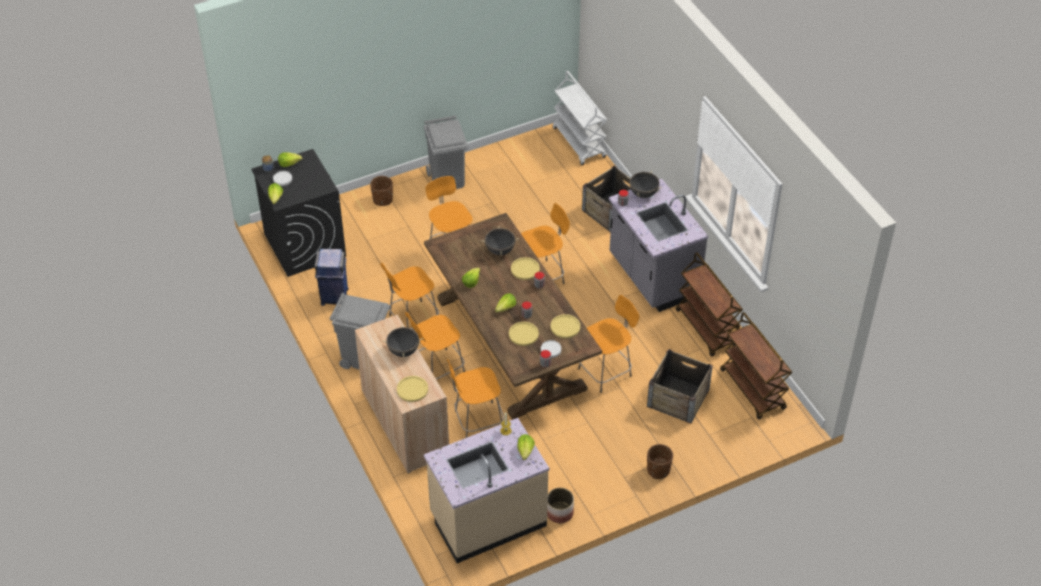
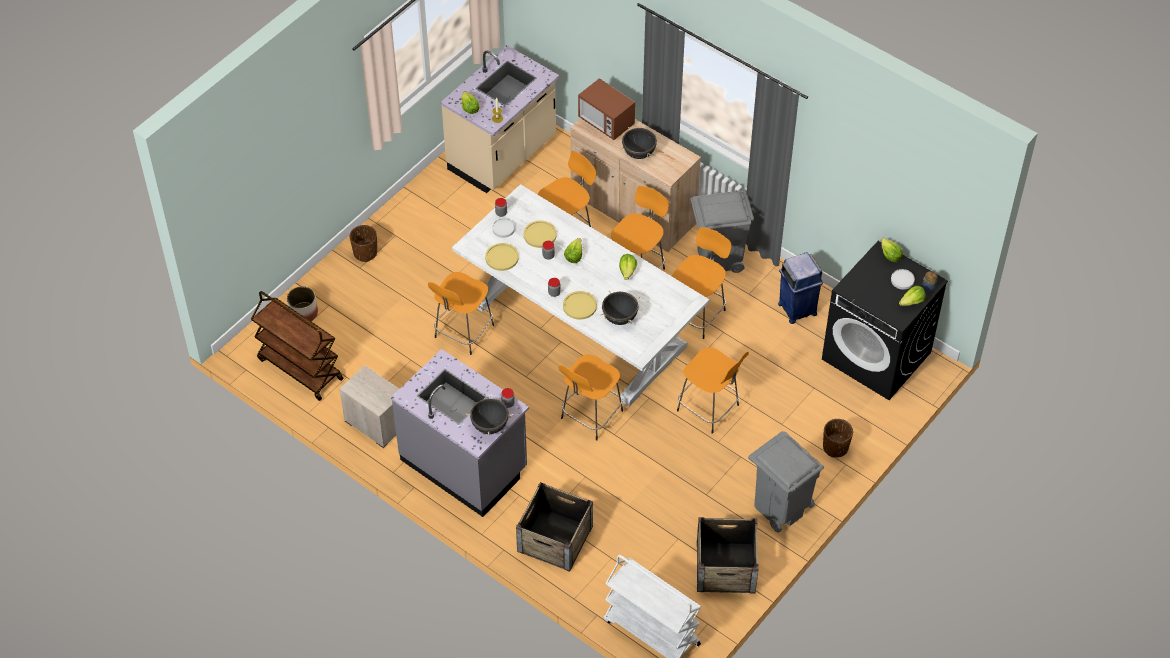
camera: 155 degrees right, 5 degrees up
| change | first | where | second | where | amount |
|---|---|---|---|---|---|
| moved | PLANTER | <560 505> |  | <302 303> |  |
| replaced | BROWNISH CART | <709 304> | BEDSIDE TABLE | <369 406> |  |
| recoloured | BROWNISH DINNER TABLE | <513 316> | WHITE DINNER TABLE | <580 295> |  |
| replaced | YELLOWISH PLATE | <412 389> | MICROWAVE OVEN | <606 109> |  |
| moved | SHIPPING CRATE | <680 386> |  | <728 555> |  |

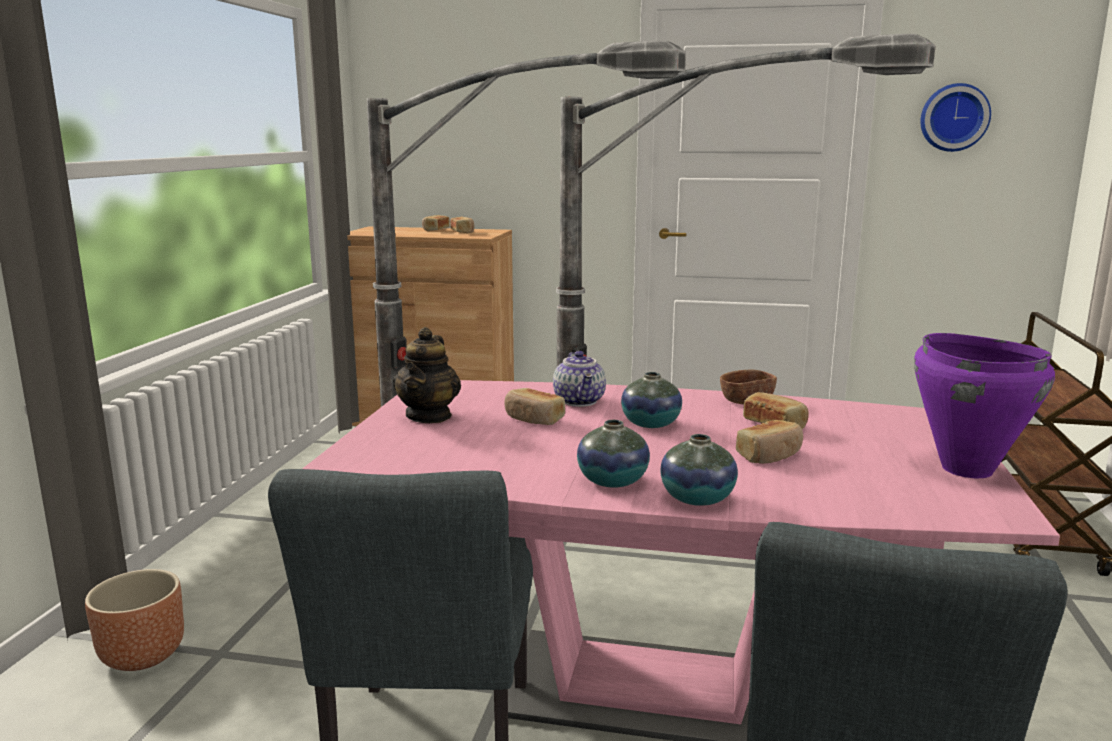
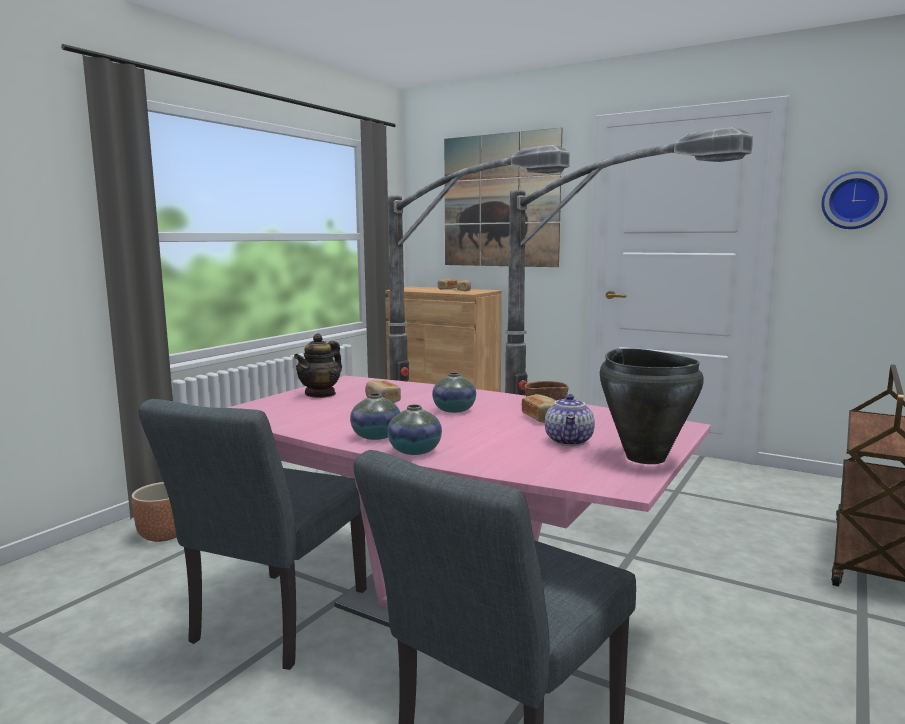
camera: 20 degrees right, 5 degrees down
| change | first | where | second | where | amount |
|---|---|---|---|---|---|
| added |  |  | WALL ART | <503 197> |  |
| moved | TEA POT | <579 379> |  | <570 420> |  |
| recoloured | PURPLE-COLOURED SAUCEPOT | <984 405> | BLACK SAUCEPOT | <652 406> |  |
| removed | BREAD | <769 442> |  |  |  |

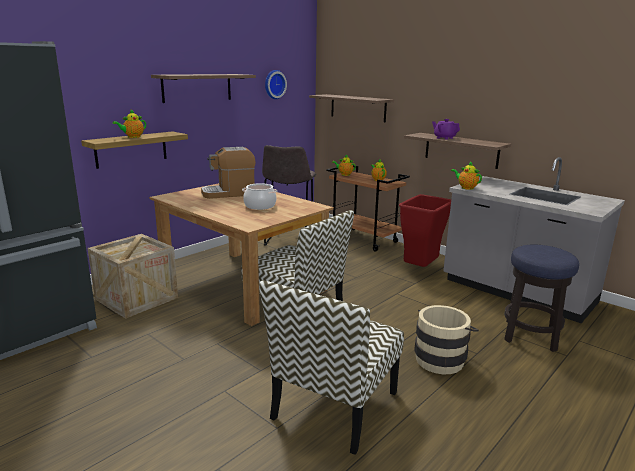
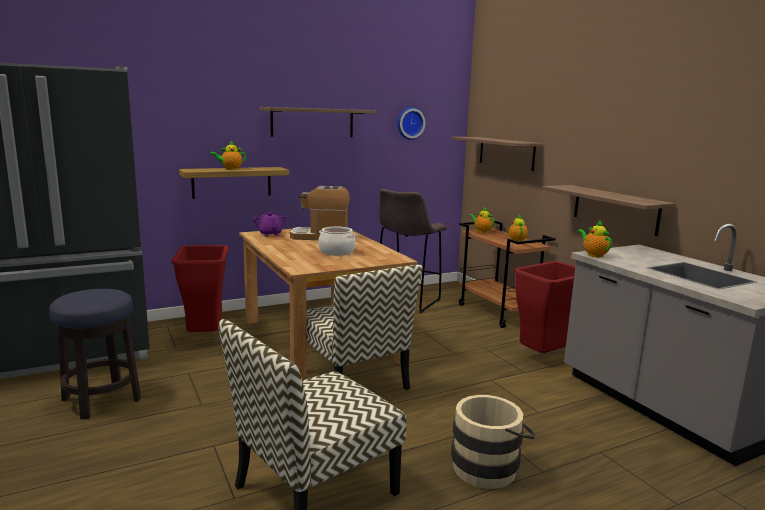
camera: 20 degrees right, 5 degrees down
| change | first | where | second | where | amount |
|---|---|---|---|---|---|
| moved | SITTING STOOL | <541 298> |  | <95 354> |  |
| replaced | SHIPPING CRATE | <132 276> | RED-COLOURED WASTE BIN | <200 288> |  |
| moved | PURPLE-COLOURED TEA POT | <446 129> |  | <269 224> |  |

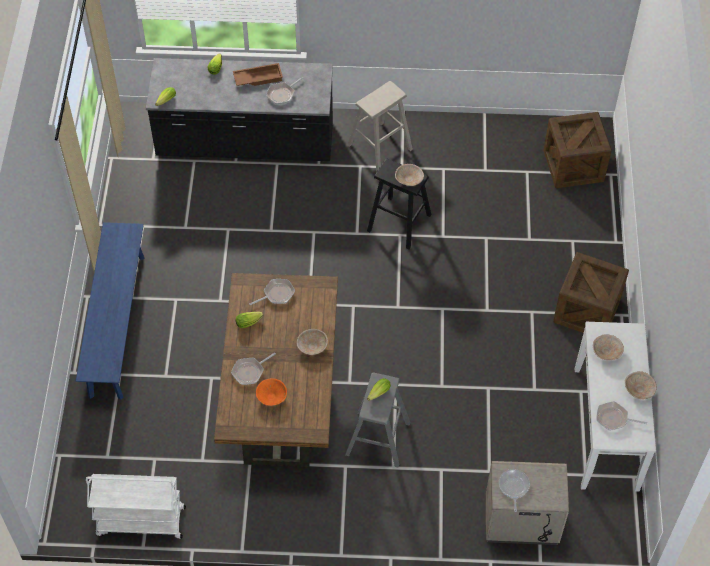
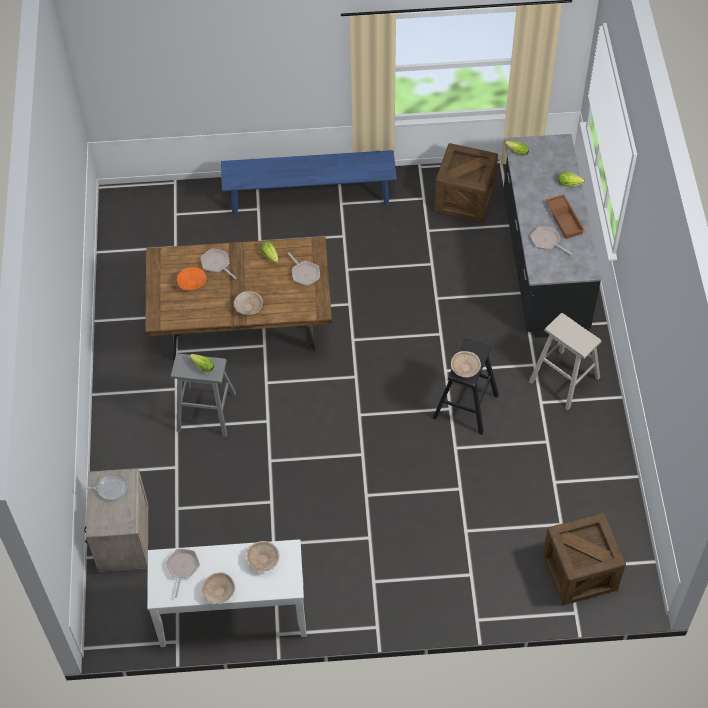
camera: 85 degrees right, 0 degrees up
| change | first | where | second | where | amount |
|---|---|---|---|---|---|
| moved | SHIPPING CRATE | <591 292> |  | <466 183> |  |
| removed | WHITE CART | <136 506> |  |  |  |

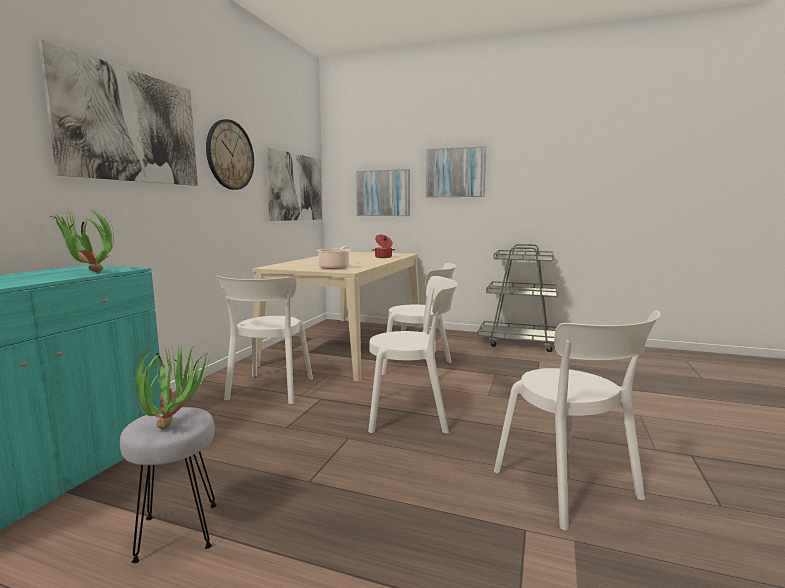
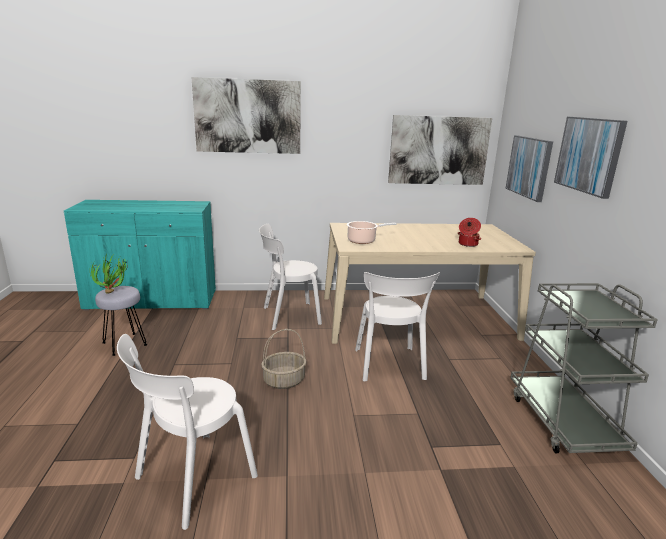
camera: 65 degrees right, 10 degrees up
| change | first | where | second | where | amount |
|---|---|---|---|---|---|
| replaced | WHITE PLAIN CHAIR | <413 355> | STORAGE BASKET | <284 359> |  |
| removed | PLANT IN A POT | <82 240> |  |  |  |
| removed | WALL CLOCK | <230 154> |  |  |  |

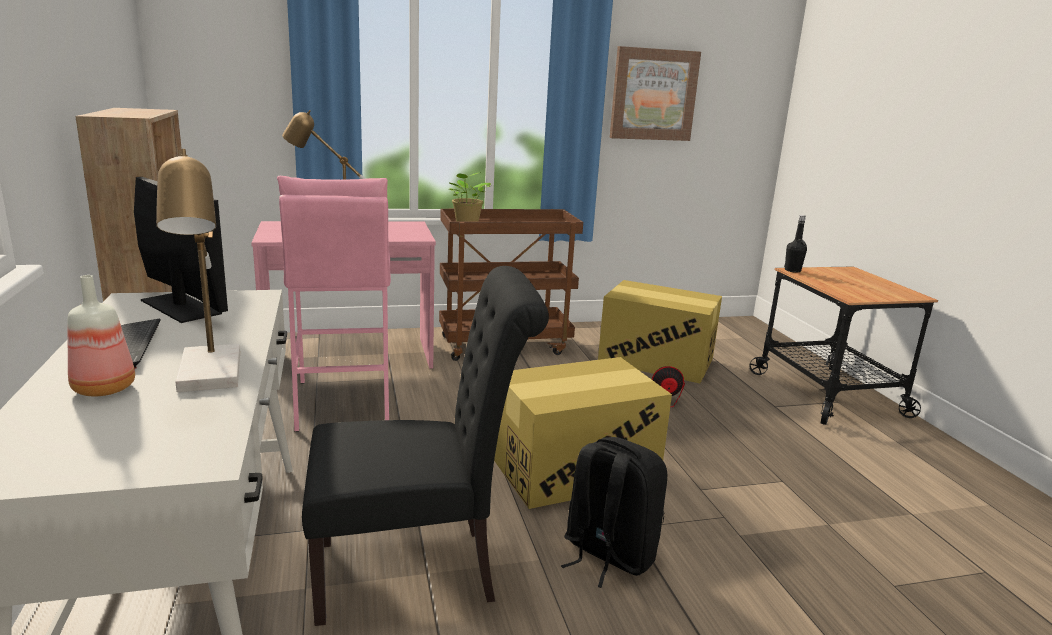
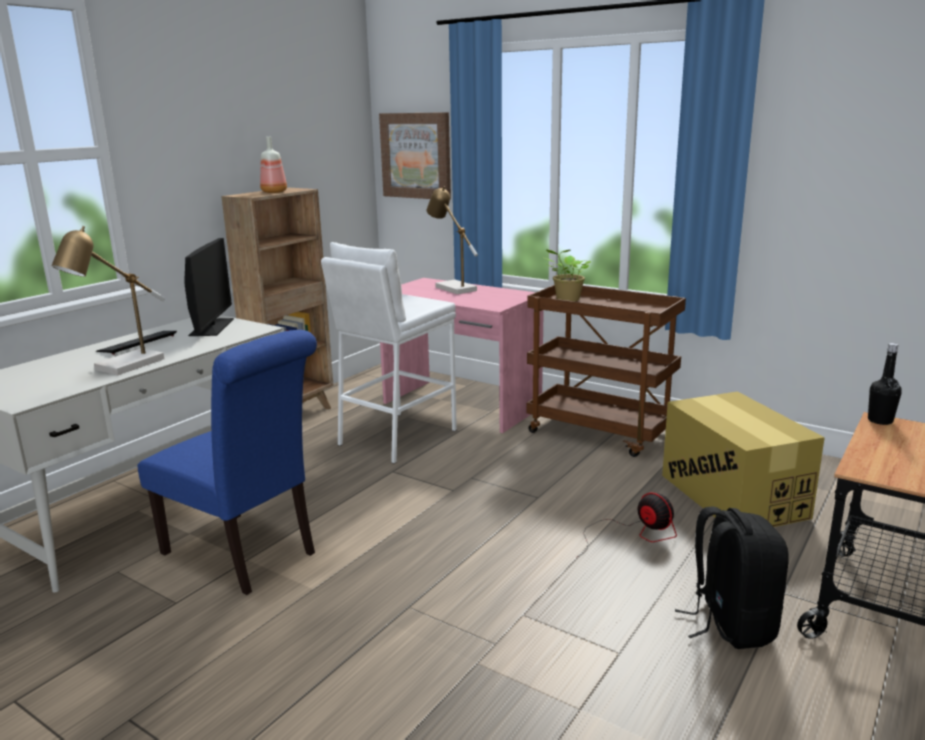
camera: 50 degrees right, 0 degrees up
| change | first | where | second | where | amount |
|---|---|---|---|---|---|
| recoloured | BLACK PLAIN CHAIR | <425 446> | BLUE-COLOURED PLAIN CHAIR | <227 462> |  |
| moved | BEVERAGE BOTTLE | <101 335> |  | <273 165> |  |
| recoloured | PINK SITTING STOOL | <334 304> | WHITE SITTING STOOL | <389 353> |  |
| moved | WALL ART | <655 93> |  | <415 156> |  |
| moved | BLACK BACKPACK | <614 512> |  | <732 578> |  |
| removed | CARDBOARD BOX | <583 433> |  |  |  |

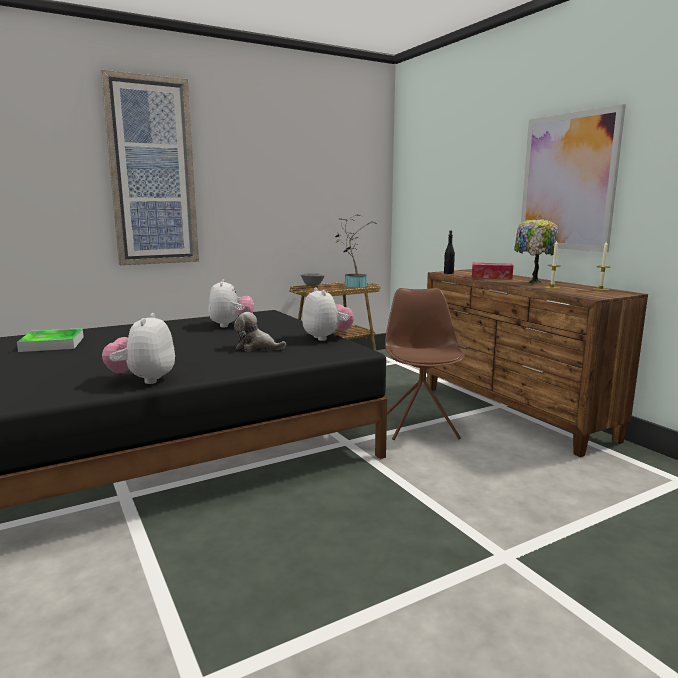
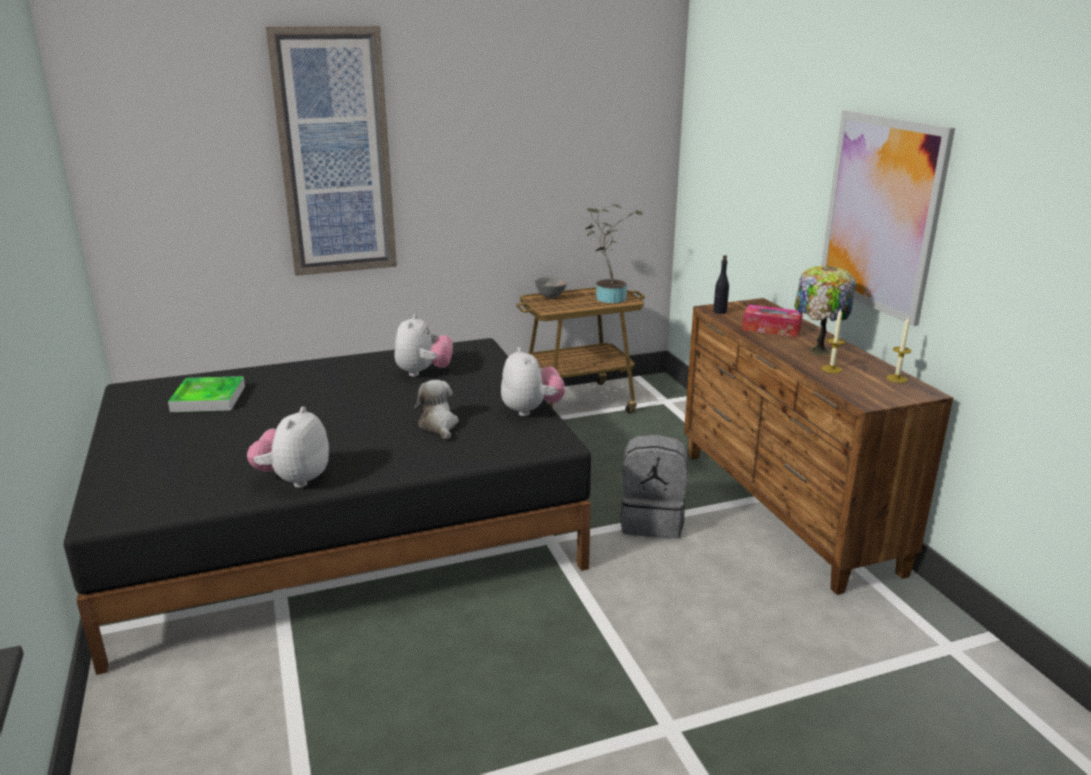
camera: 10 degrees right, 10 degrees up
| change | first | where | second | where | amount |
|---|---|---|---|---|---|
| turned | CUDDLY TOY | <260 331> |  | <436 410> | 45 degrees clockwise |
| replaced | BROWNISH PLAIN CHAIR | <425 364> | GREY BACKPACK | <653 486> |  |

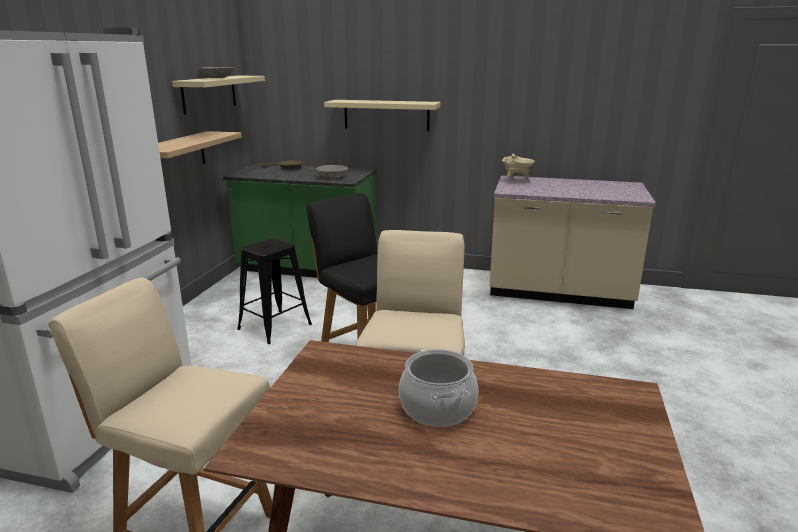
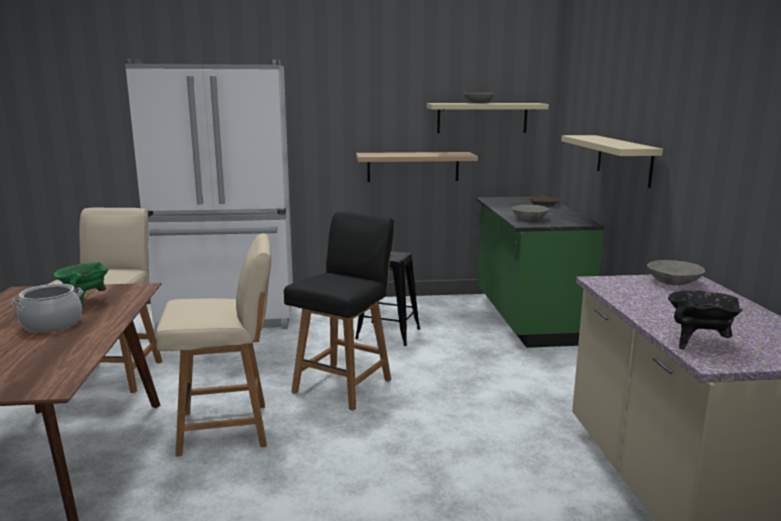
camera: 70 degrees right, 5 degrees down
| change | first | where | second | where | amount |
|---|---|---|---|---|---|
| added |  |  | GREENISH SAUCEPOT | <81 285> |  |
| replaced | SAND-COLOURED SAUCEPOT | <518 167> | GREY SERVING BOWL | <676 272> |  |
| added |  |  | BLACK SAUCEPOT | <705 319> |  |

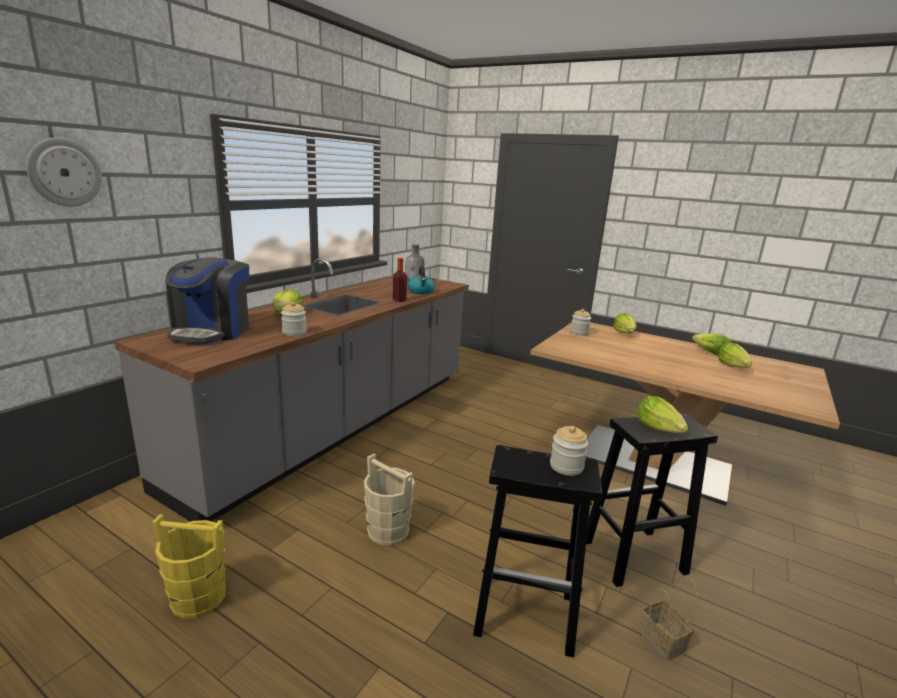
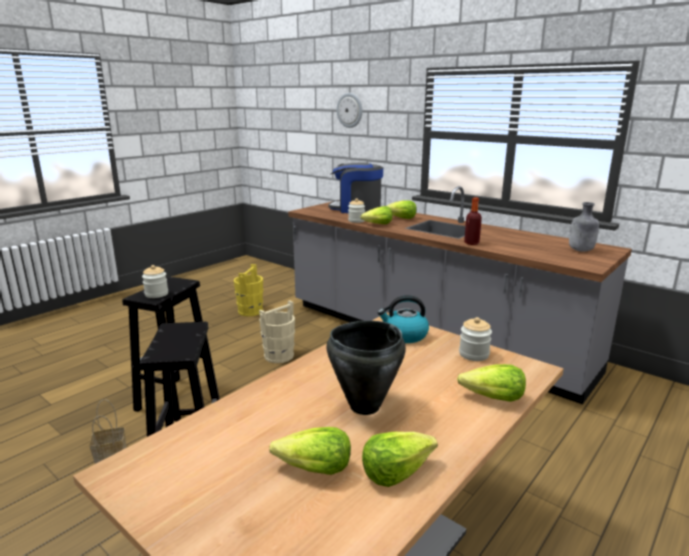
camera: 100 degrees right, 0 degrees up
| change | first | where | second | where | amount |
|---|---|---|---|---|---|
| added |  |  | BLACK SAUCEPOT | <366 368> |  |
| moved | LETTUCE | <662 414> |  | <377 215> |  |
| moved | WATER KETTLE | <421 280> |  | <403 319> |  |

